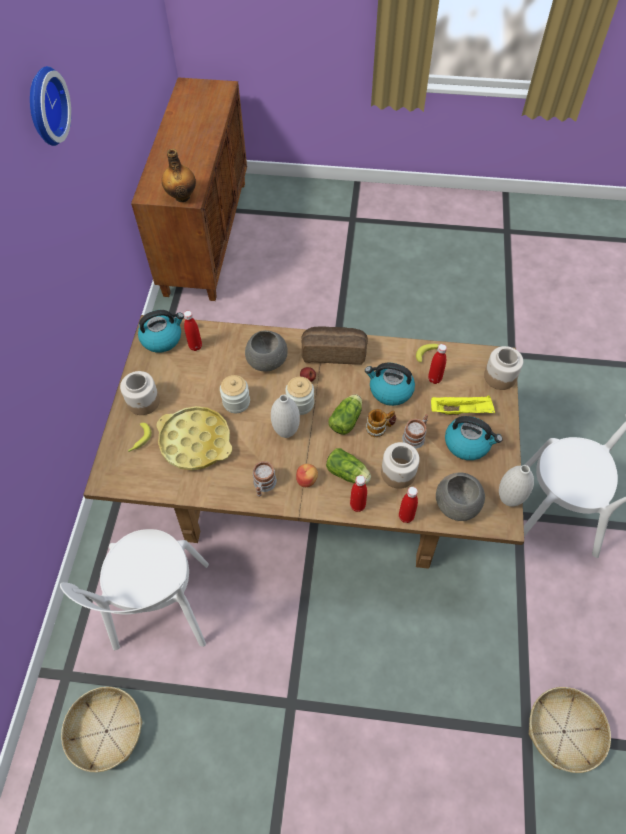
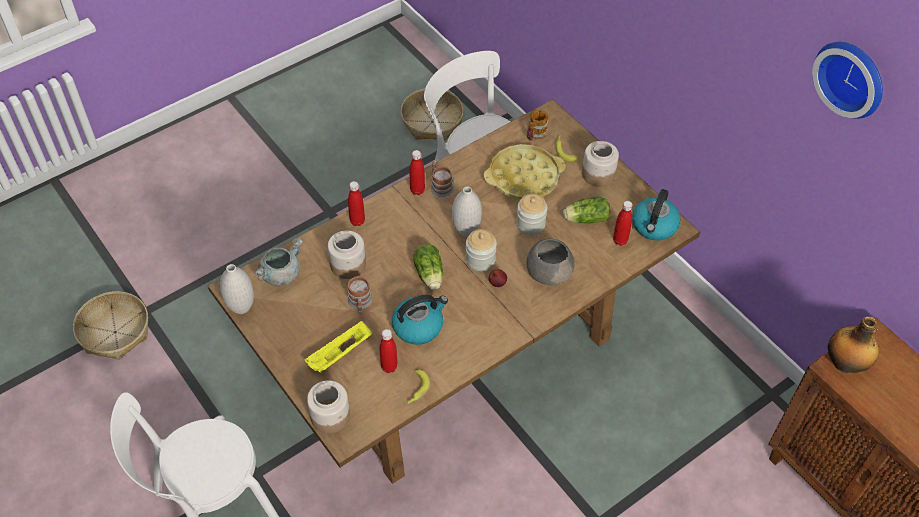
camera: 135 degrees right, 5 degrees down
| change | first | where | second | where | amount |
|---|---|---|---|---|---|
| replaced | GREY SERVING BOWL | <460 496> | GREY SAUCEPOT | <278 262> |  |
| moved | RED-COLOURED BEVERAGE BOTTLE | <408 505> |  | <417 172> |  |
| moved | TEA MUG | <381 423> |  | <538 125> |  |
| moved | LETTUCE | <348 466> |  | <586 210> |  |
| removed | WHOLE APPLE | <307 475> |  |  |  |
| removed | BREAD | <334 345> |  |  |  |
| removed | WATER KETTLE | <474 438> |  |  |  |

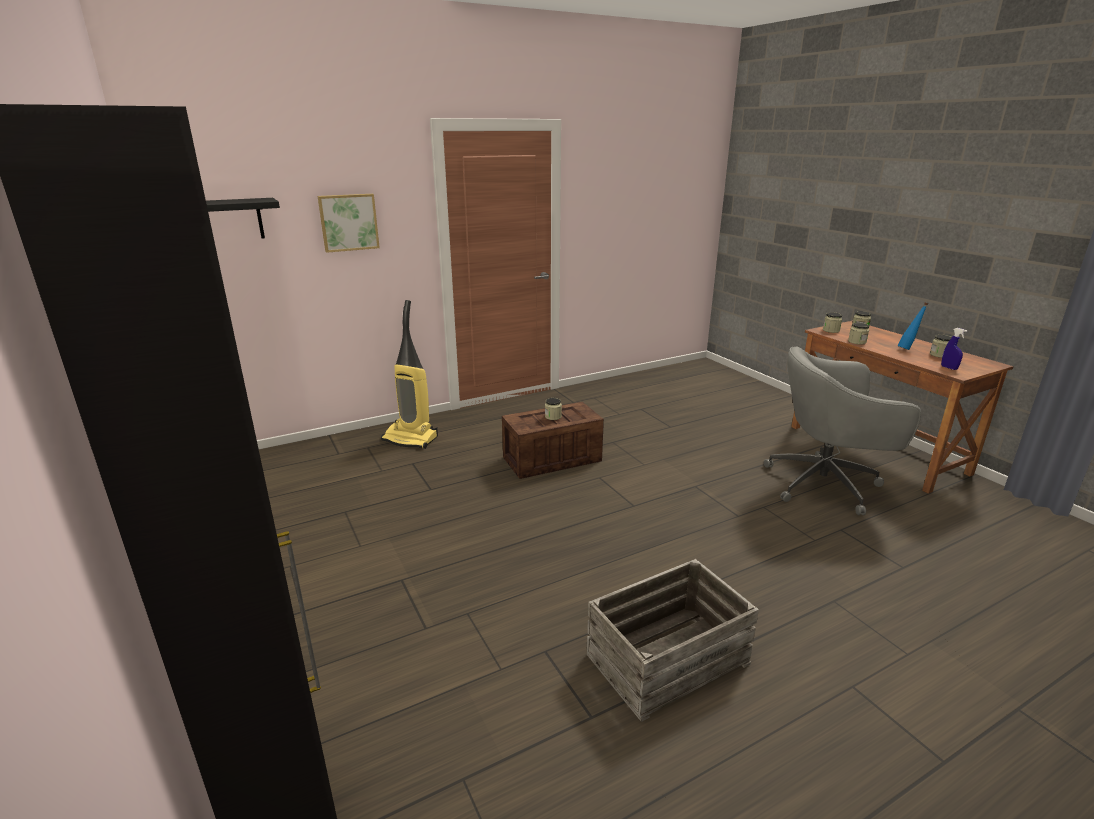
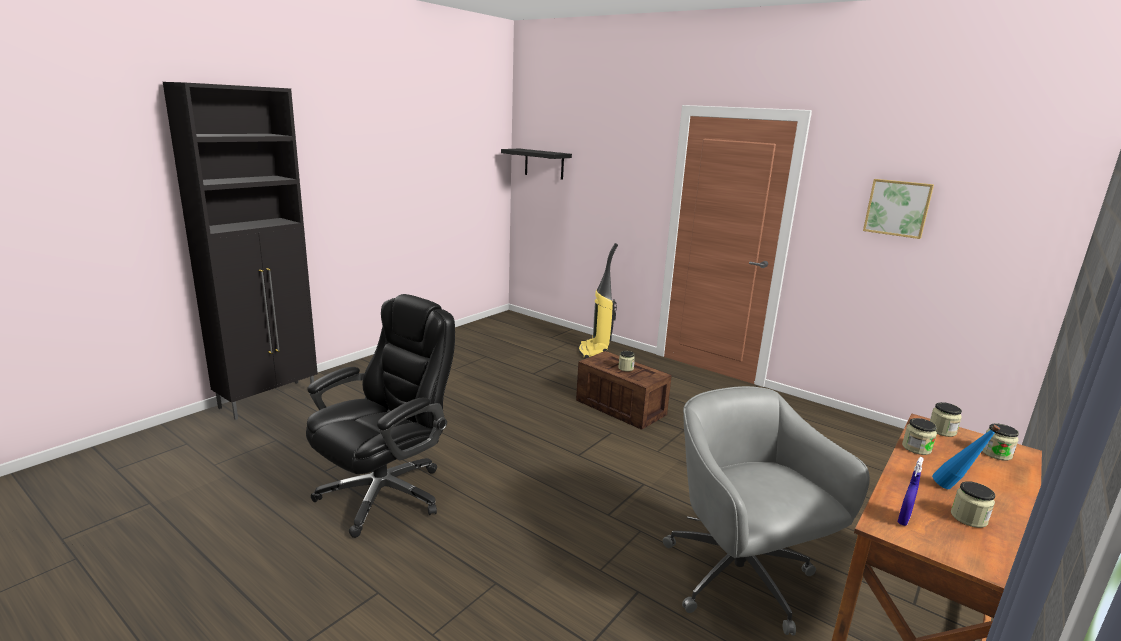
camera: 65 degrees right, 5 degrees down
| change | first | where | second | where | amount |
|---|---|---|---|---|---|
| replaced | SHIPPING CRATE | <673 640> | BLACK COMPUTER CHAIR | <380 416> |  |
| moved | WALL ART | <349 223> |  | <898 209> |  |

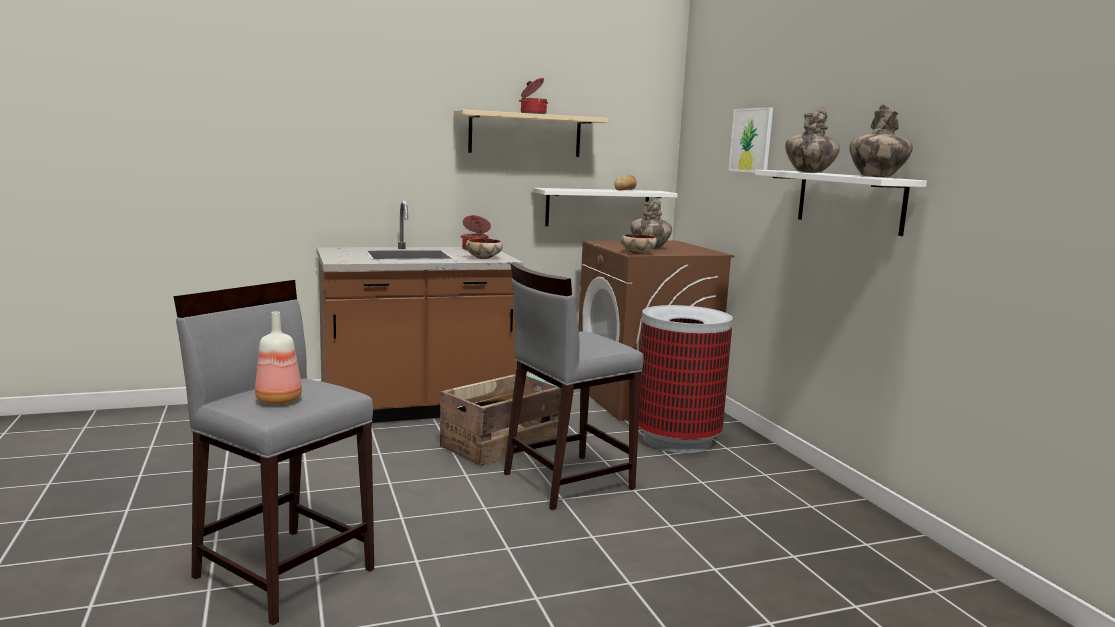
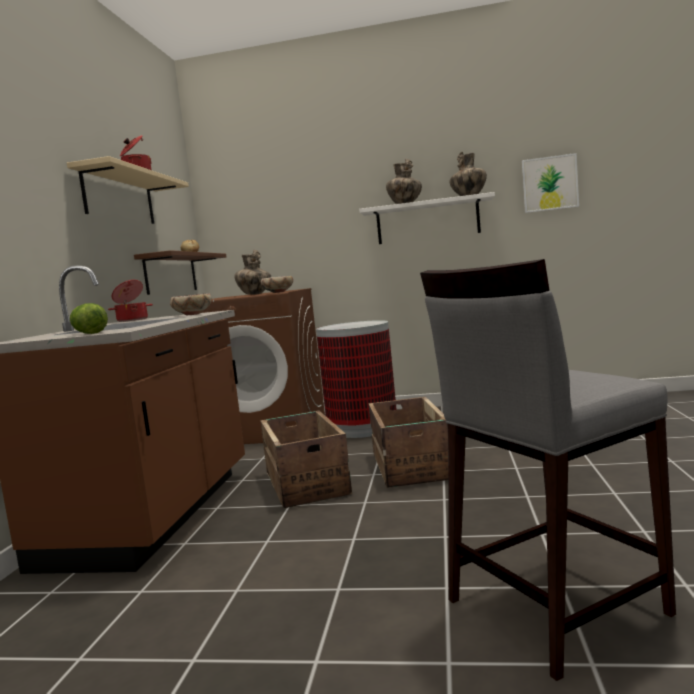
camera: 60 degrees left, 5 degrees down
| change | first | where | second | where | amount |
|---|---|---|---|---|---|
| added |  |  | LETTUCE | <89 318> |  |
| recoloured | WHITE BRACKET SHELF | <605 207> | BROWNISH BRACKET SHELF | <180 272> |  |
| replaced | GREY SITTING STOOL | <574 386> | SHIPPING CRATE | <408 442> |  |
| moved | WALL ART | <751 140> |  | <550 183> |  |
| removed | BEVERAGE BOTTLE | <278 358> |  |  |  |

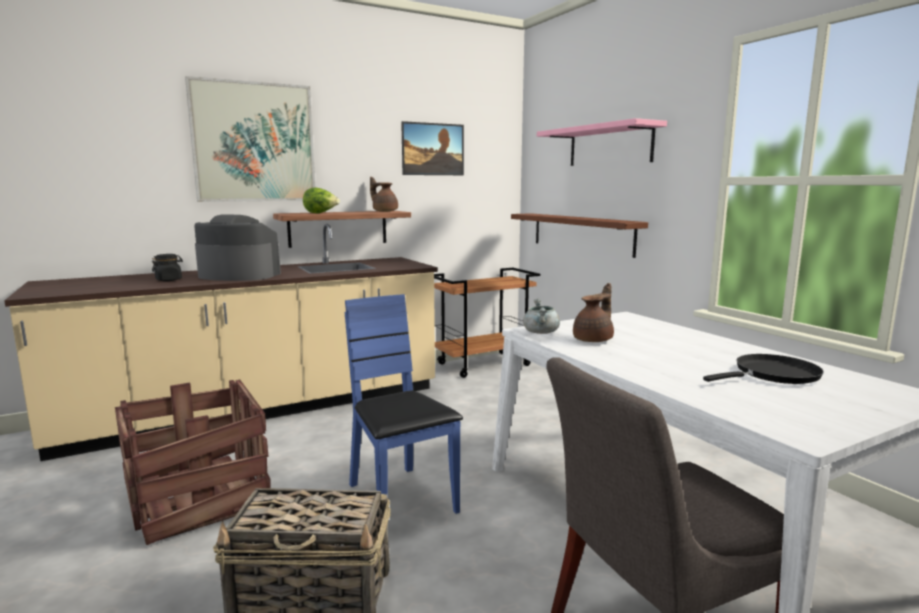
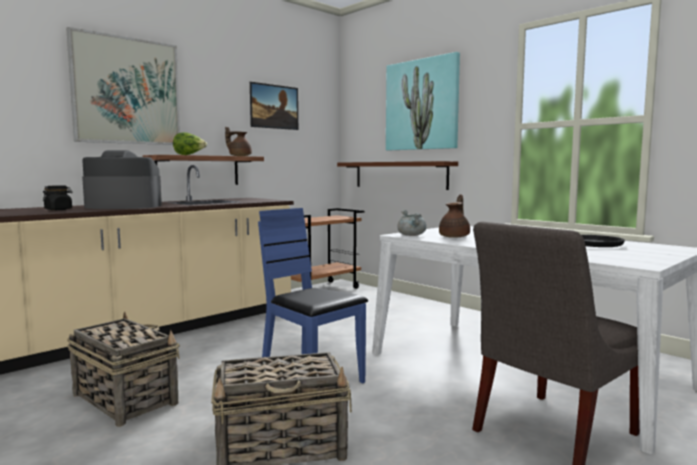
camera: 15 degrees left, 5 degrees down
| change | first | where | second | where | amount |
|---|---|---|---|---|---|
| replaced | SHIPPING CRATE | <193 462> | STORAGE BASKET | <123 369> |  |
| replaced | PINK BRACKET SHELF | <602 142> | WALL ART | <423 101> |  |

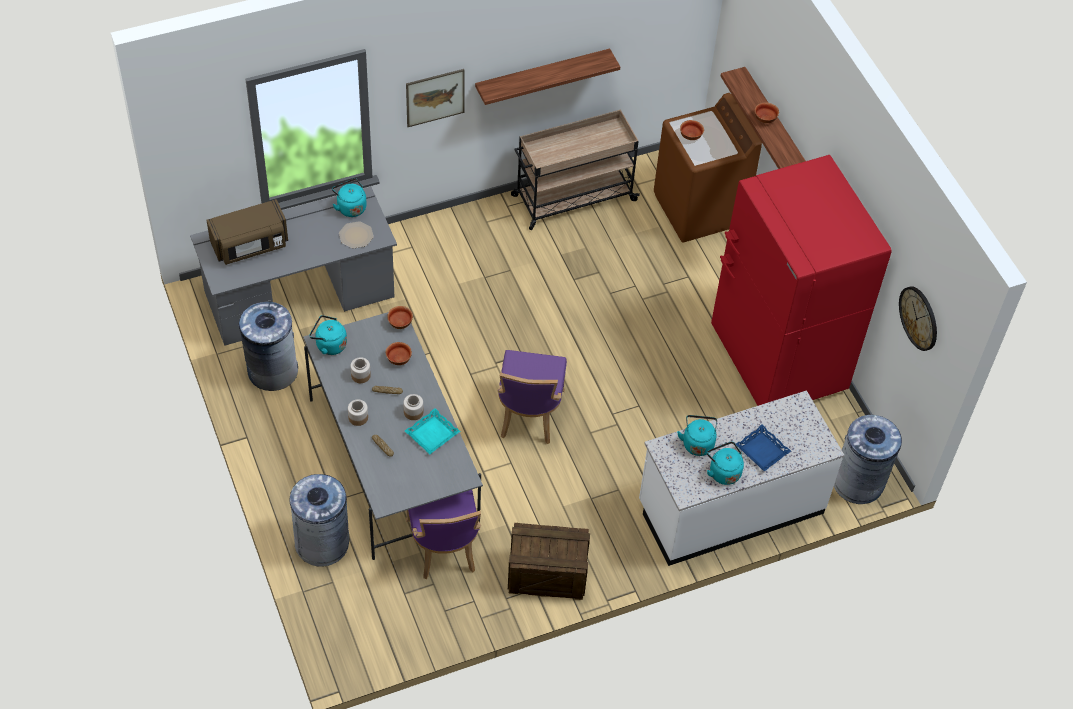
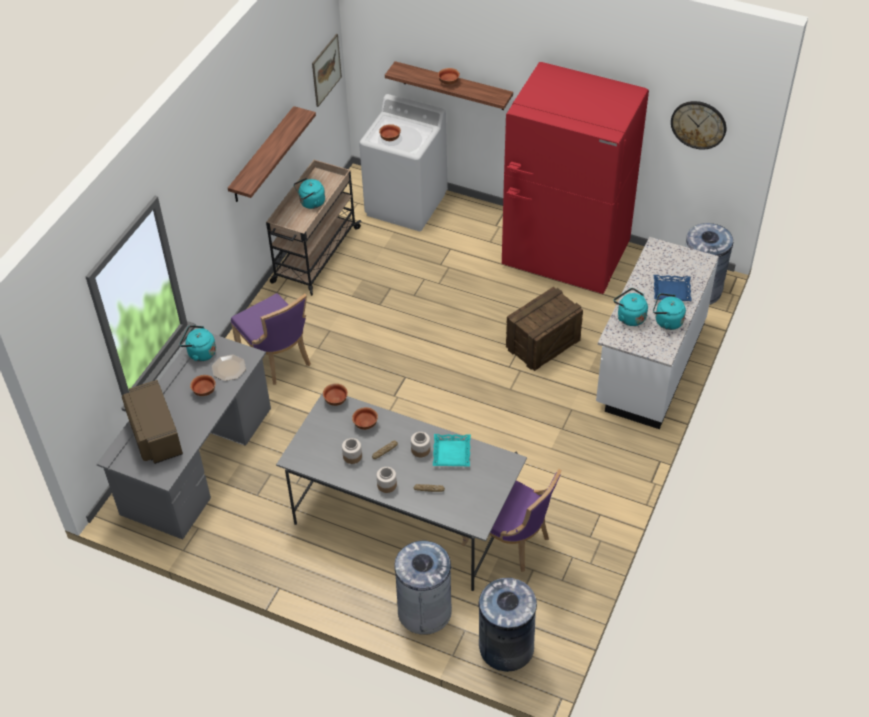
camera: 40 degrees left, 5 degrees down
| change | first | where | second | where | amount |
|---|---|---|---|---|---|
| turned | BROWNISH MICROWAVE OVEN | <247 232> |  | <152 422> | 135 degrees clockwise |
| added |  |  | SERVING BOWL | <203 385> |  |
| moved | PURPLE-COLOURED PLAIN CHAIR | <532 397> |  | <271 339> |  |
| moved | BLUE-GREEN WATER KETTLE | <328 335> |  | <309 193> |  |
| moved | WALL ART | <435 98> |  | <327 70> |  |
| recoloured | BROWNISH LAUNDRY APPLIANCE | <708 167> | WHITE LAUNDRY APPLIANCE | <403 162> |  |
| moved | GREY WASTE BIN | <268 345> |  | <508 625> |  |
| moved | SHIPPING CRATE | <549 561> |  | <544 329> |  |

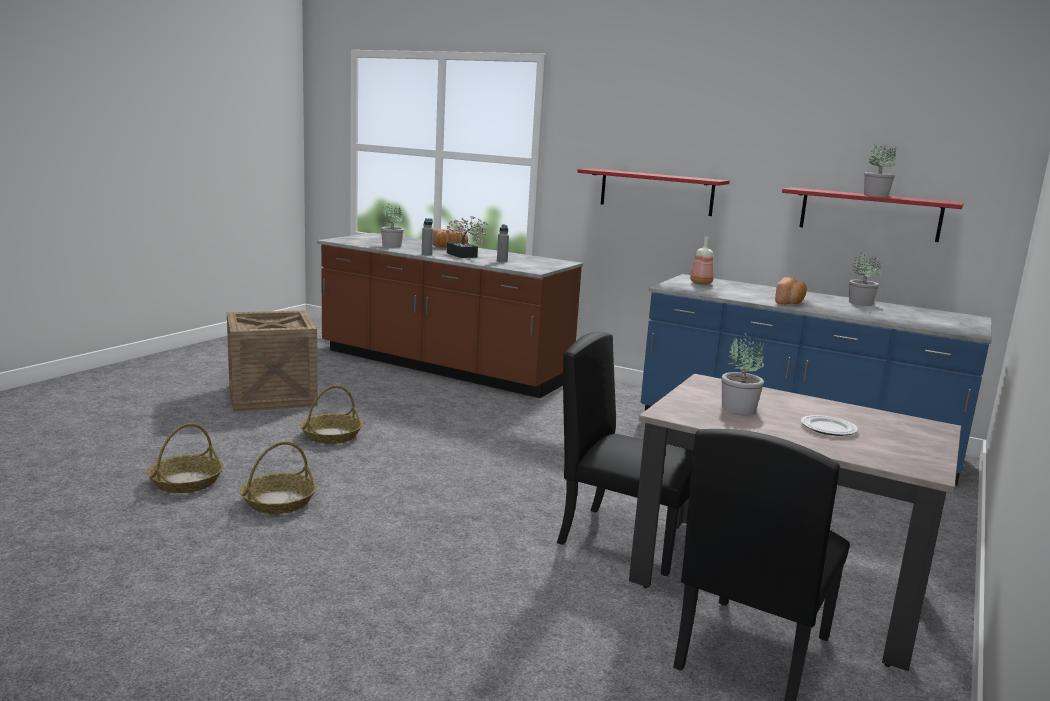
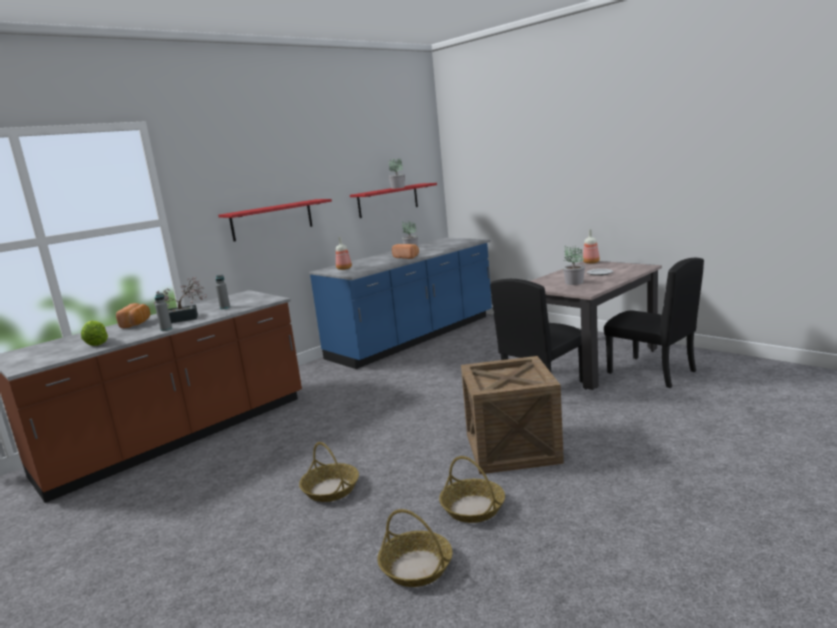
camera: 70 degrees left, 0 degrees up
| change | first | where | second | where | amount |
|---|---|---|---|---|---|
| replaced | PLANT IN A POT | <392 225> | LETTUCE | <94 333> |  |
| moved | SHIPPING CRATE | <272 361> |  | <512 415> |  |
| added |  |  | BEVERAGE BOTTLE | <591 246> |  |

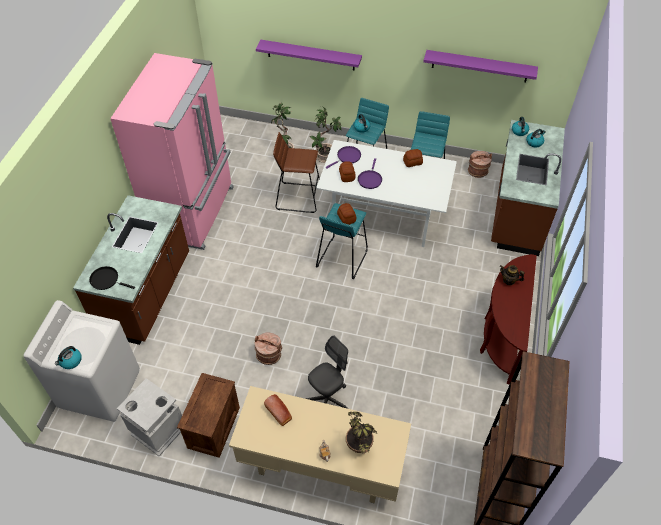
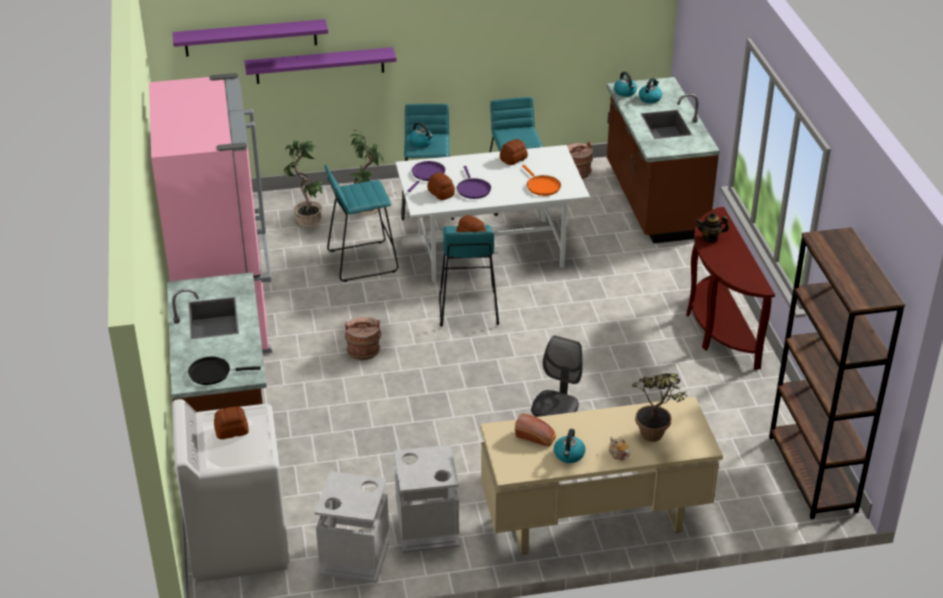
camera: 25 degrees left, 15 degrees down
| change | first | where | second | where | amount |
|---|---|---|---|---|---|
| moved | PURPLE-COLOURED BRACKET SHELF | <481 66> |  | <250 38> |  |
| added |  |  | BREAD | <231 422> |  |
| recoloured | BROWNISH SITTING STOOL | <296 172> | BLUE-GREEN SITTING STOOL | <361 223> |  |
| moved | BROWNISH WATER BUCKET | <268 348> |  | <363 338> |  |
| replaced | SHIPPING CRATE | <208 415> | GREY WASTE BIN | <426 499> |  |
| added |  |  | ORANGE-COLOURED FRYING PAN | <541 180> |  |
| moved | WATER KETTLE | <68 357> |  | <569 446> |  |

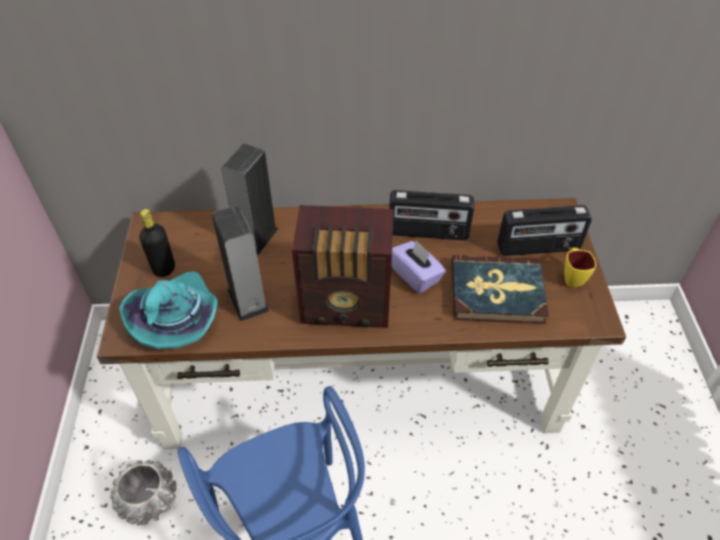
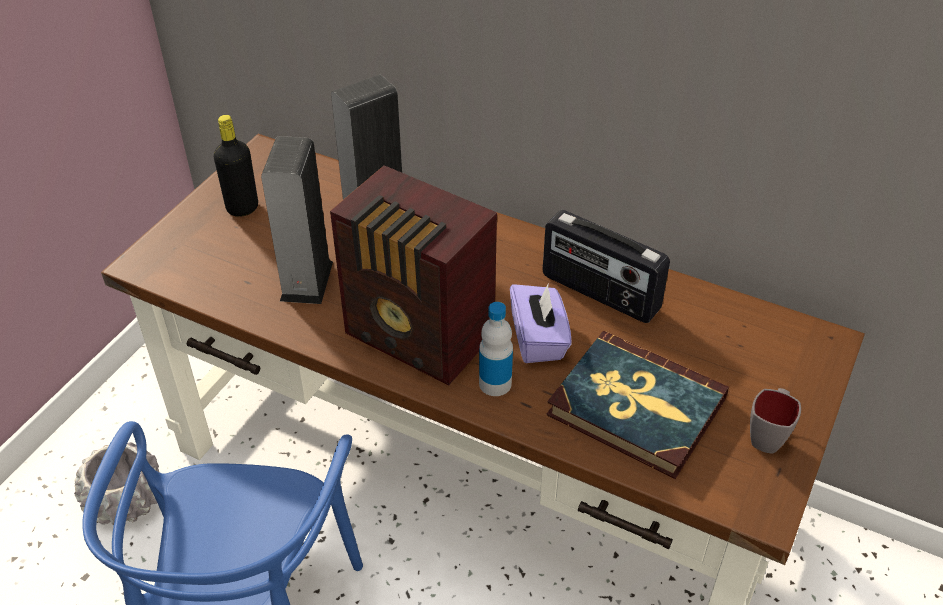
camera: 30 degrees right, 5 degrees down
| change | first | where | second | where | amount |
|---|---|---|---|---|---|
| added |  |  | BEVERAGE BOTTLE | <496 349> |  |
| recoloured | YELLOWISH TEA MUG | <580 267> | GREY TEA MUG | <775 421> |  |
| removed | BLUE-GREEN CLOTHING HAT | <168 310> |  |  |  |
| removed | RADIO SET | <544 230> |  |  |  |

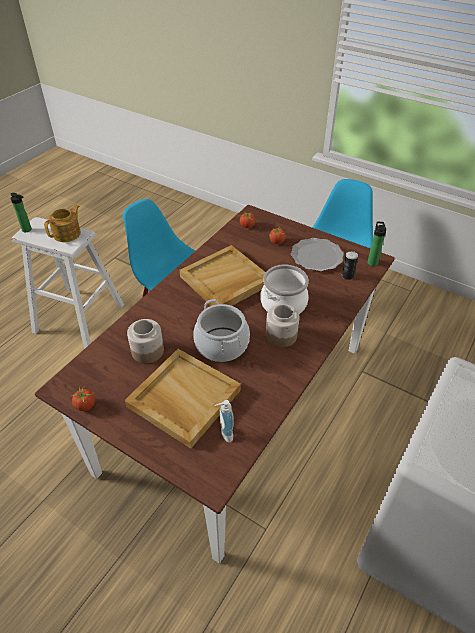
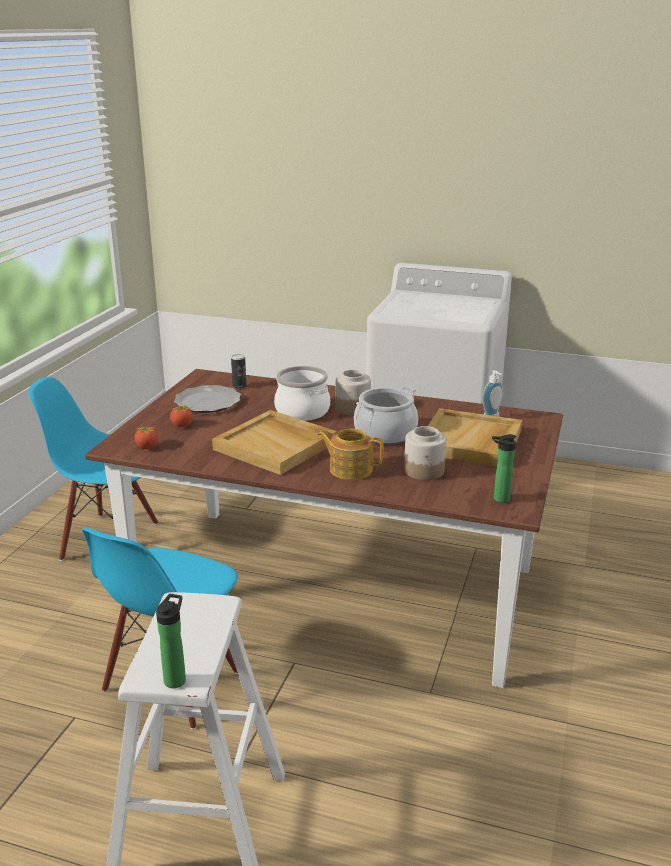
camera: 105 degrees left, 20 degrees down
| change | first | where | second | where | amount |
|---|---|---|---|---|---|
| moved | TEA POT | <62 223> |  | <351 454> |  |
| moved | BEVERAGE BOTTLE | <376 244> |  | <504 468> |  |
| removed | TOMATO | <83 399> |  |  |  |

